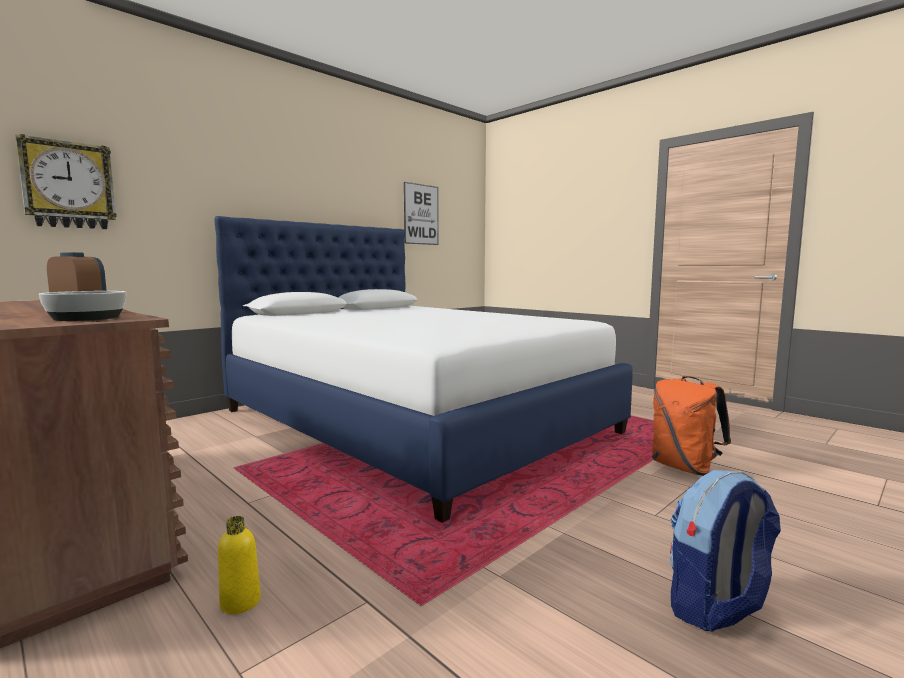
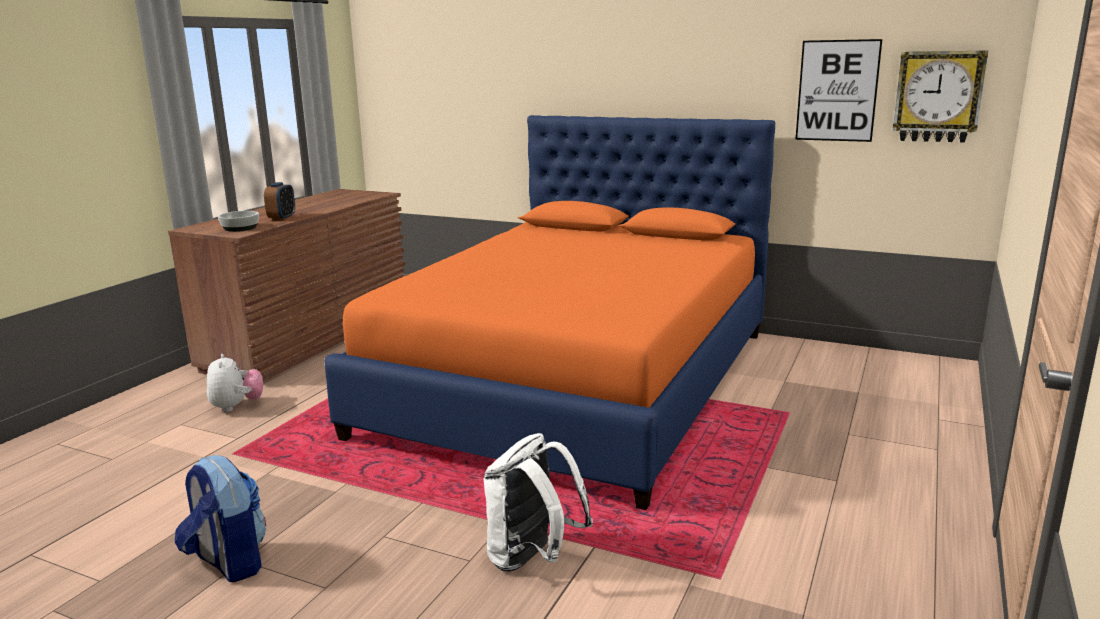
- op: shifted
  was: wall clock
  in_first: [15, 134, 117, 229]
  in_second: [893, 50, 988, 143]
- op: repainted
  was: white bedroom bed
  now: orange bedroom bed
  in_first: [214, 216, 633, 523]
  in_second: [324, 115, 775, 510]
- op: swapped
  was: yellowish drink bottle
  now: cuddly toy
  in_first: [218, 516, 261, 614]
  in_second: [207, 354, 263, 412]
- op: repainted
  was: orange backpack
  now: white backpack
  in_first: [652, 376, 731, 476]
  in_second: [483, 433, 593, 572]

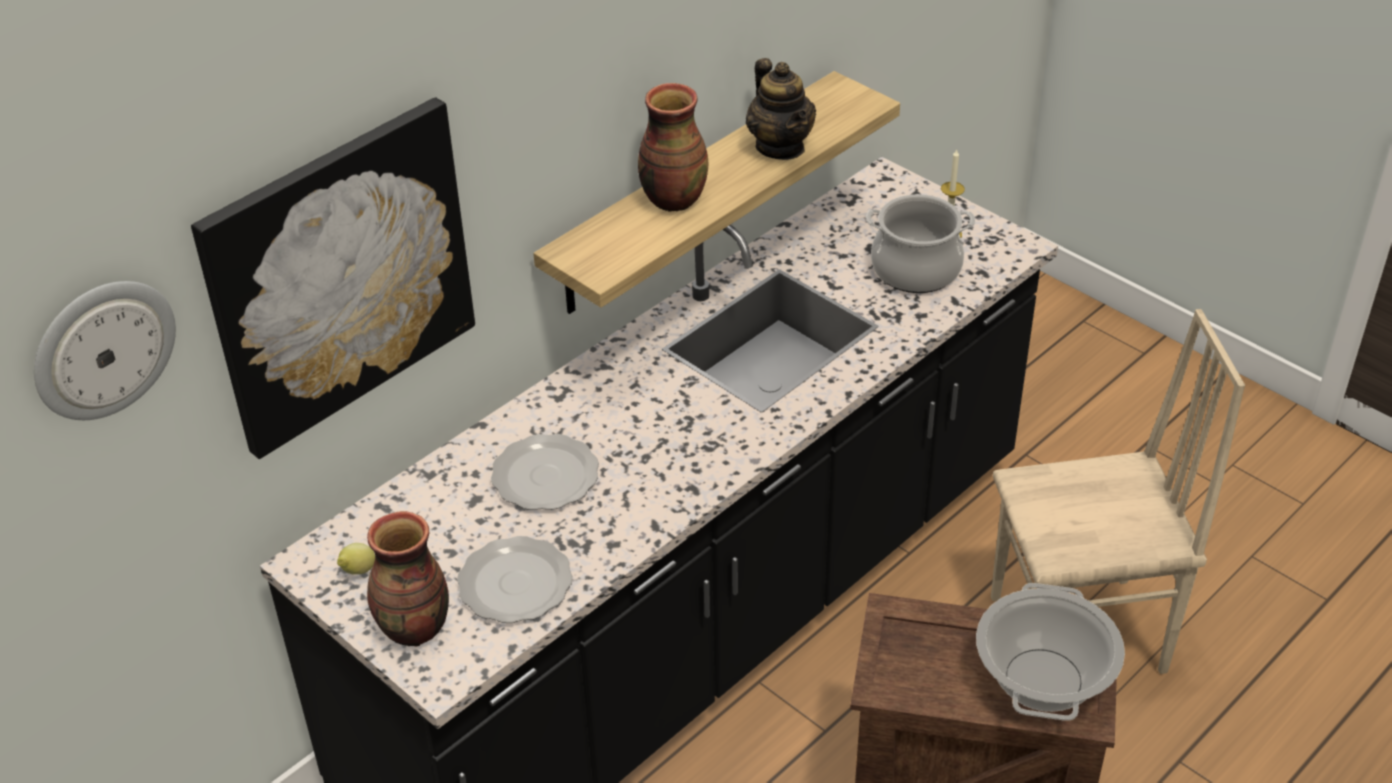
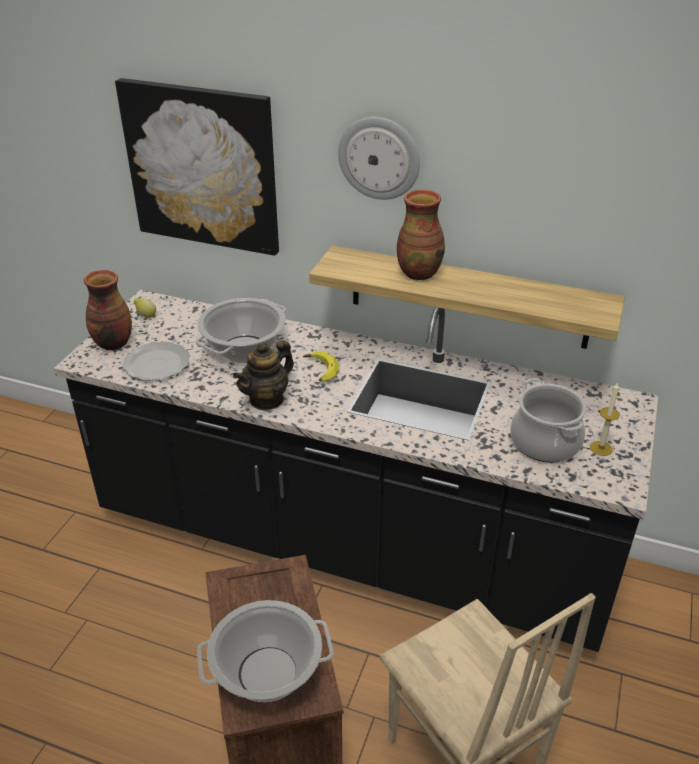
- op: shifted
  was: wall clock
  in_first: [34, 281, 176, 420]
  in_second: [338, 117, 420, 200]
- op: swapped
  was: flat dish
  now: cooking pot
  in_first: [491, 434, 599, 510]
  in_second: [195, 298, 286, 363]
- op: shifted
  was: tea pot
  in_first: [746, 58, 816, 160]
  in_second: [233, 340, 294, 411]
- op: new
  now: whole banana
  in_second: [303, 351, 339, 382]

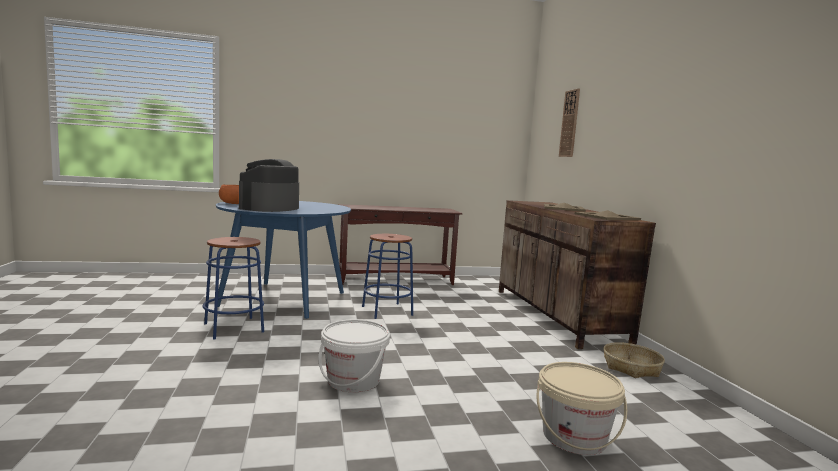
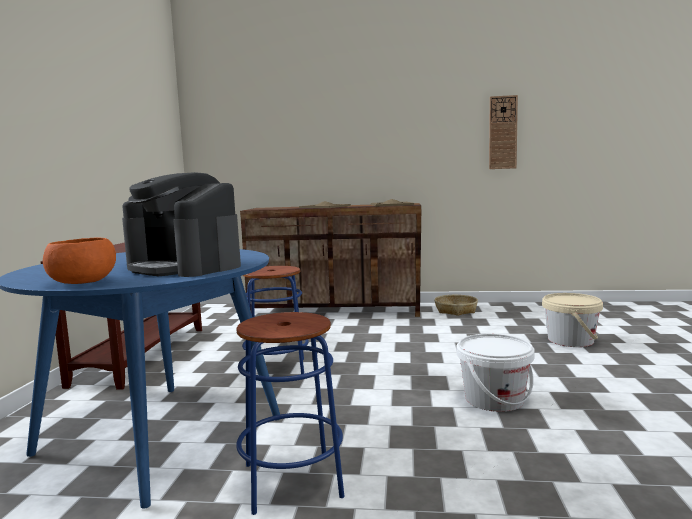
- op: shifted
  was: wall clock
  in_first: [559, 88, 580, 157]
  in_second: [489, 95, 518, 169]

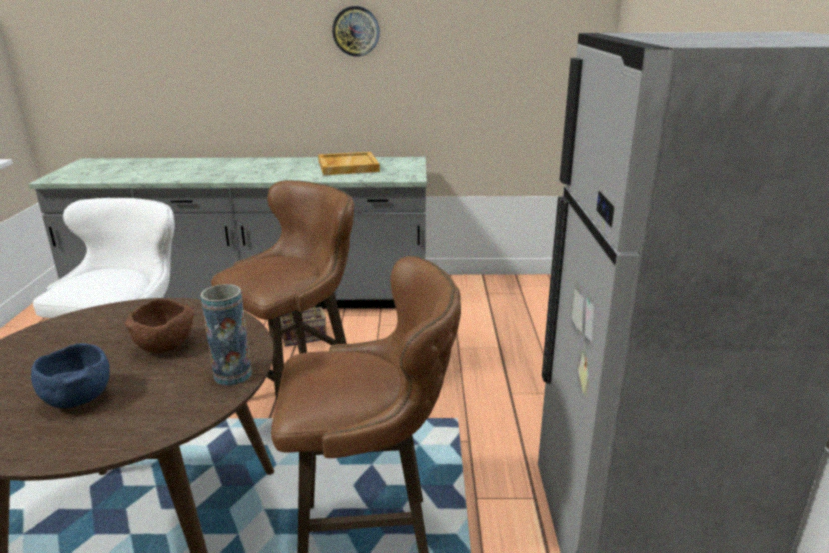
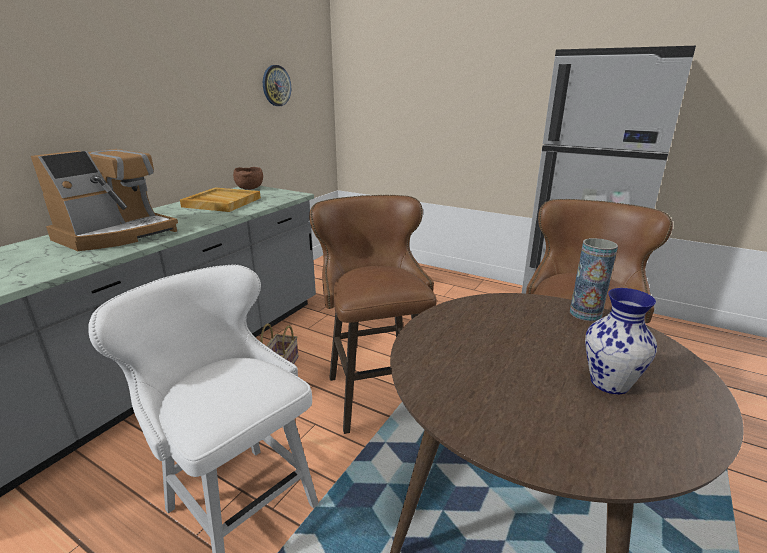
- op: swapped
  was: blue serving bowl
  now: vase
  in_first: [31, 343, 110, 408]
  in_second: [585, 288, 657, 394]
- op: shifted
  was: brownish serving bowl
  in_first: [125, 299, 194, 353]
  in_second: [233, 167, 263, 190]
- op: shifted
  was: wall clock
  in_first: [332, 6, 380, 57]
  in_second: [263, 65, 291, 106]
- op: new
  now: coffee maker
  in_second: [31, 149, 178, 251]

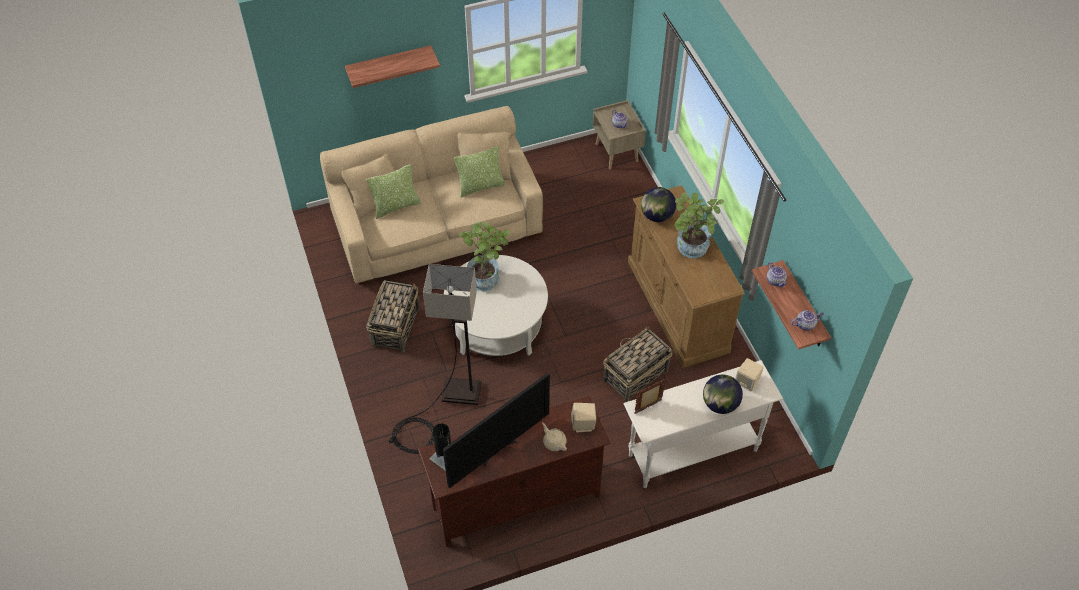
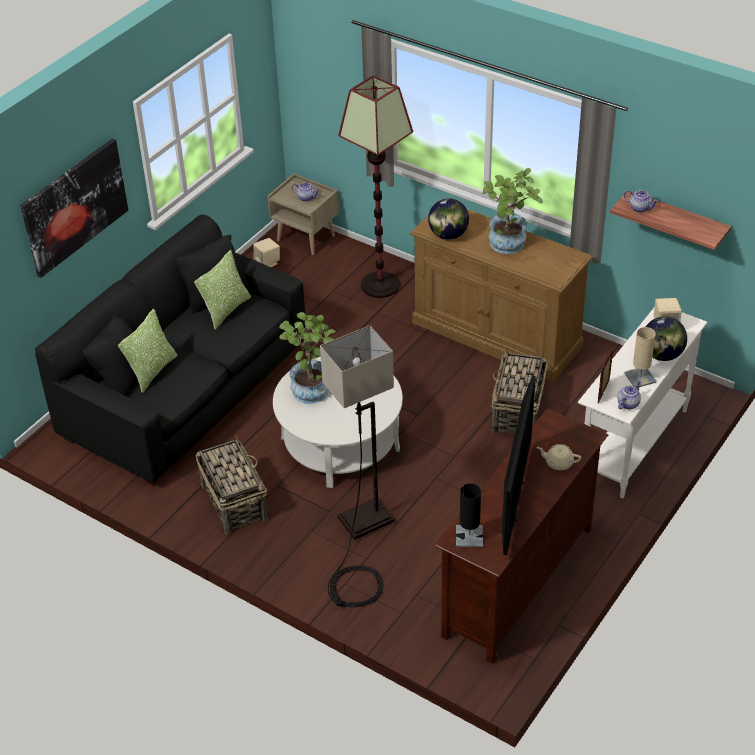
- op: repainted
  was: beige-coloured couch
  now: blackish couch
  in_first: [320, 106, 543, 285]
  in_second: [35, 215, 306, 486]
- op: swapped
  was: shelf
  now: wall picture
  in_first: [345, 45, 440, 88]
  in_second: [21, 139, 128, 278]
- op: shifted
  was: beige-coloured loudspeaker
  in_first: [571, 403, 596, 432]
  in_second: [254, 238, 280, 267]
- op: shifted
  was: tea pot
  in_first: [791, 310, 824, 331]
  in_second: [617, 382, 641, 410]
- op: new
  now: standing lamp
  in_second: [338, 75, 413, 298]
- op: new
  now: beige-coloured lamp for a table
  in_second: [624, 327, 657, 387]

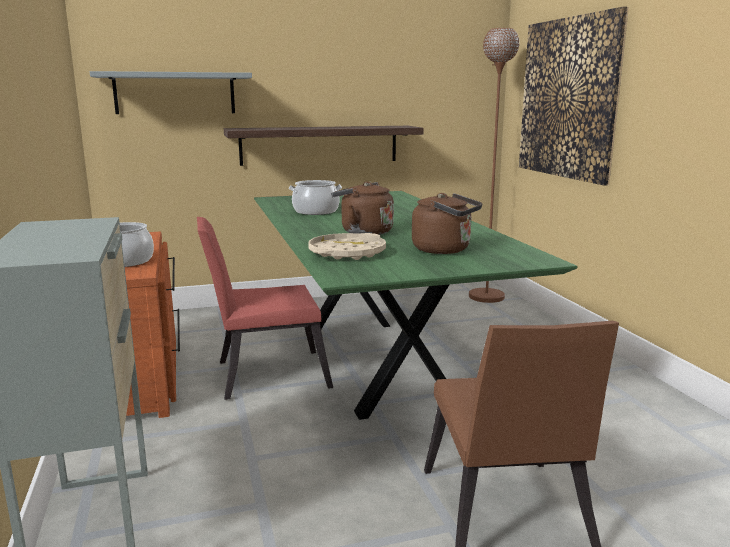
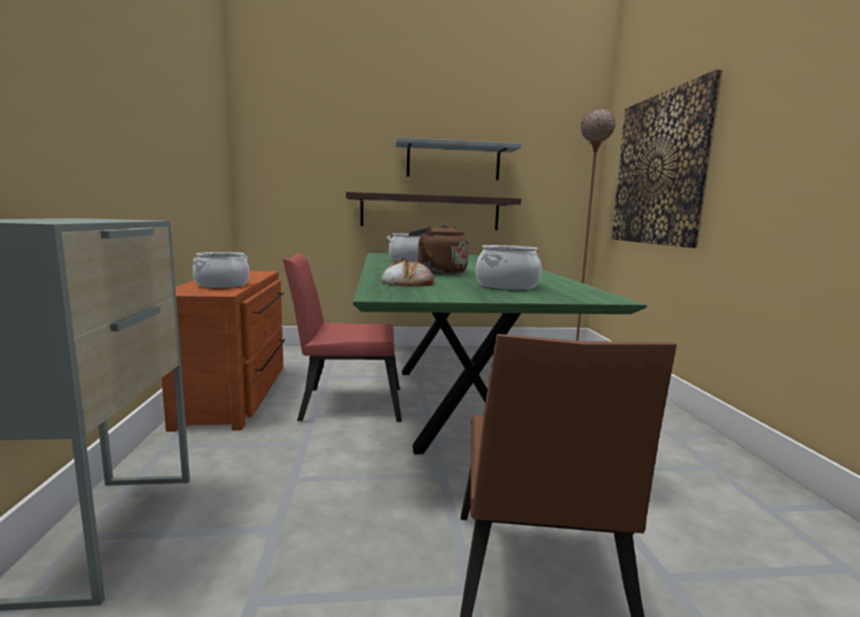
- op: shifted
  was: greyish shelf
  in_first: [90, 71, 252, 114]
  in_second: [395, 137, 522, 180]
- op: swapped
  was: beige-coloured carrying tray
  now: bread
  in_first: [308, 233, 386, 260]
  in_second: [381, 258, 434, 287]
- op: swapped
  was: brownish tea kettle
  now: cooking pot
  in_first: [412, 193, 482, 254]
  in_second: [476, 245, 541, 290]

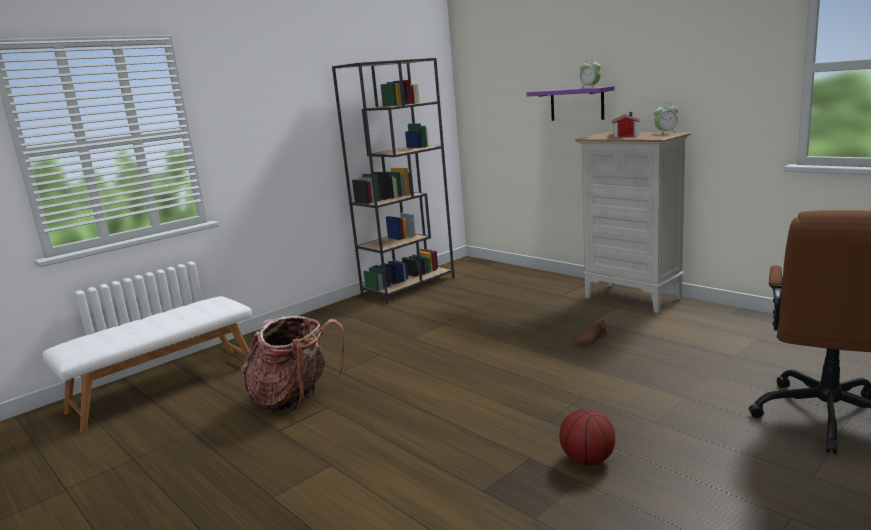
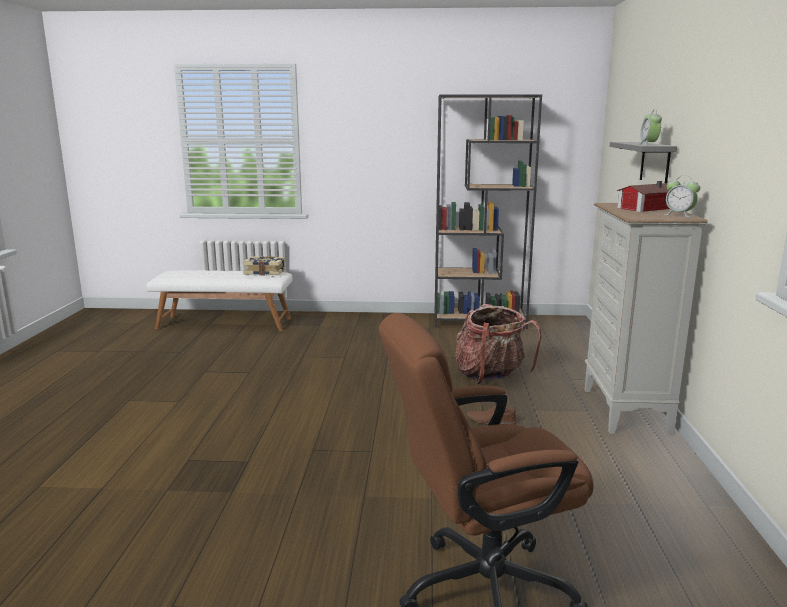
- op: shifted
  was: backpack
  in_first: [241, 316, 344, 414]
  in_second: [455, 304, 541, 384]
- op: repainted
  was: purplish shelf
  now: greyish shelf
  in_first: [526, 86, 615, 121]
  in_second: [610, 142, 677, 183]
- op: gone
  was: basketball ball
  in_first: [559, 409, 615, 465]
- op: new
  now: book
  in_second: [243, 256, 286, 275]

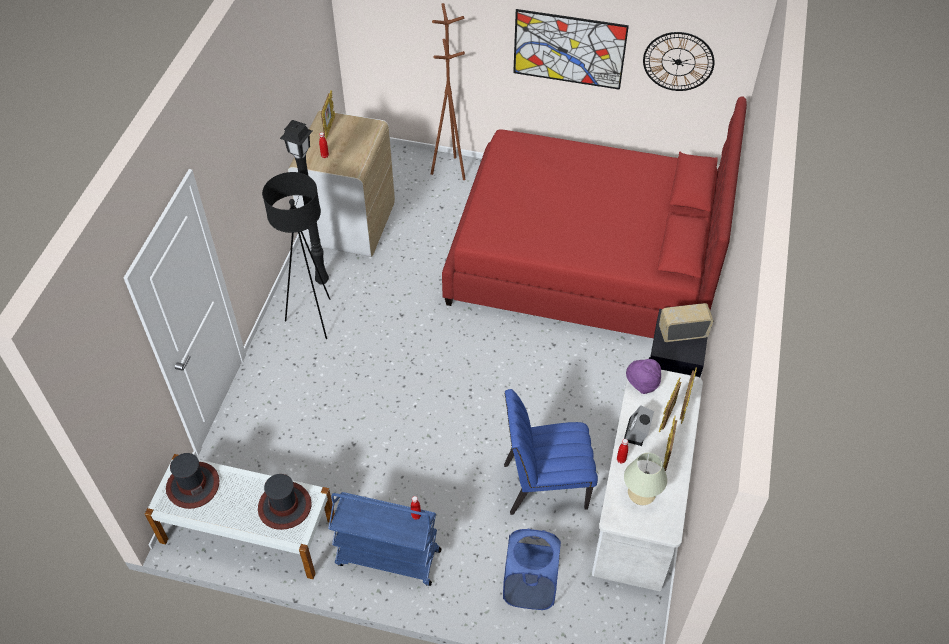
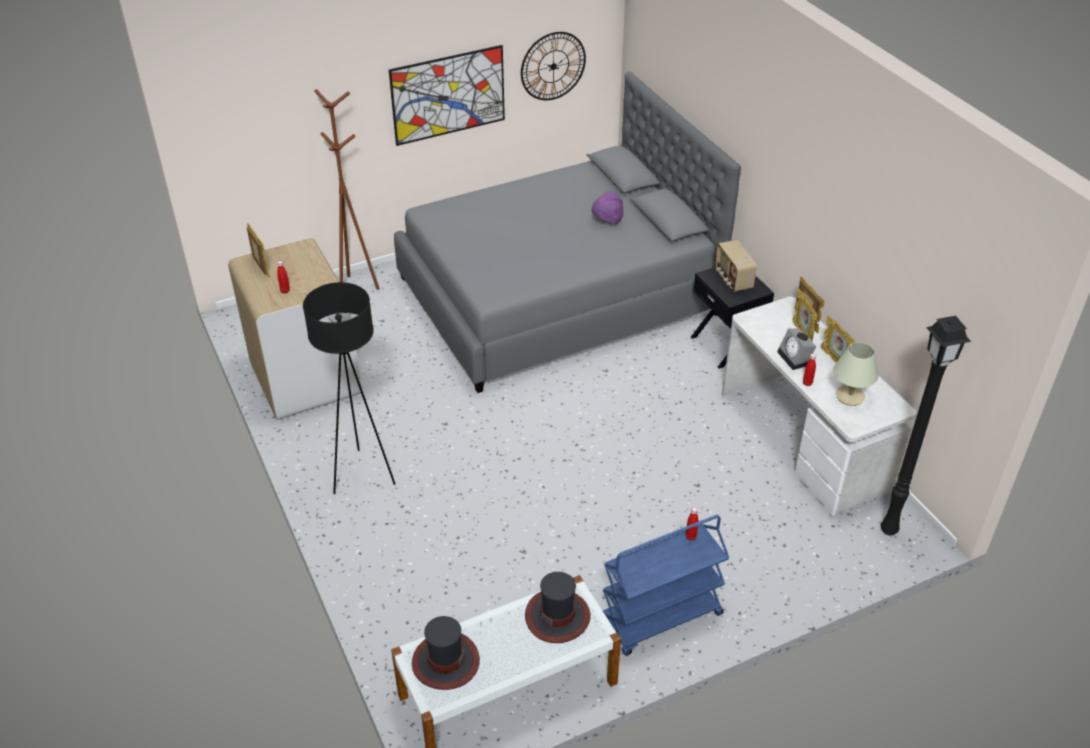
- op: shifted
  was: blackish standing lamp
  in_first: [280, 120, 329, 285]
  in_second: [881, 316, 971, 536]
- op: repainted
  was: reddish bedroom bed
  now: greyish bedroom bed
  in_first: [442, 96, 747, 338]
  in_second: [394, 71, 741, 393]
- op: gone
  was: blue hamper
  in_first: [503, 529, 561, 610]
- op: gone
  was: blue plain chair
  in_first: [504, 389, 598, 515]
- op: shifted
  was: purplish wearable hat
  in_first: [626, 359, 661, 394]
  in_second: [591, 191, 624, 224]
- op: rotated
  was: radio set
  in_first: [659, 303, 714, 342]
  in_second: [714, 240, 757, 292]
  clockwise: -60

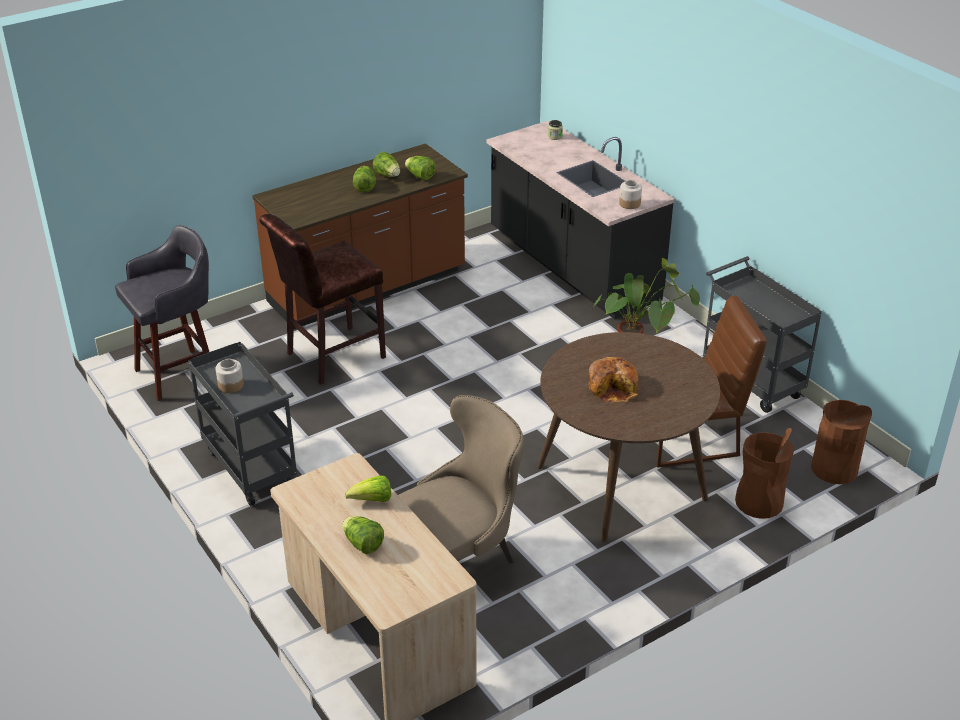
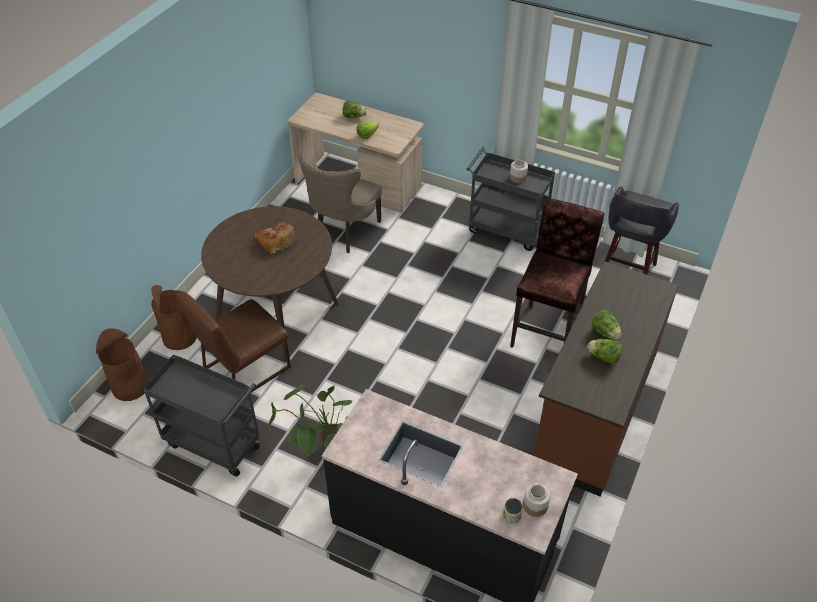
- op: gone
  was: lettuce head
  in_first: [405, 156, 435, 180]
- op: shifted
  was: storage jar
  in_first: [619, 180, 642, 209]
  in_second: [523, 483, 551, 517]

